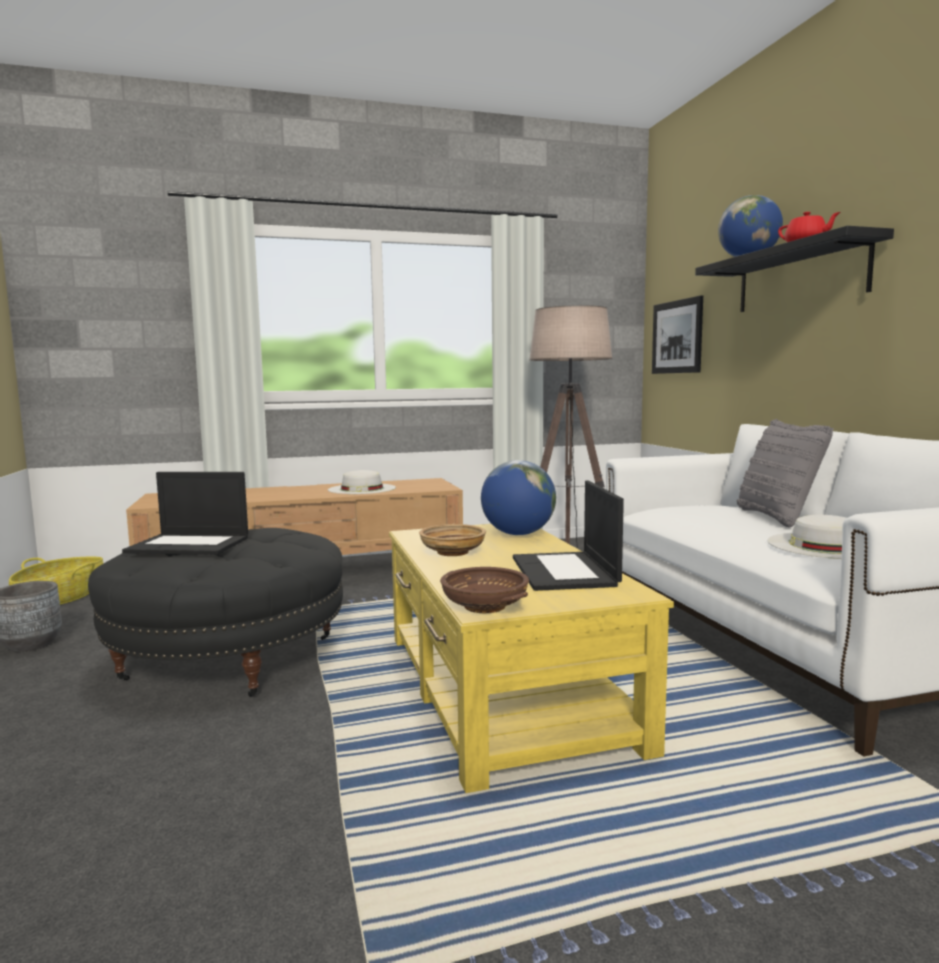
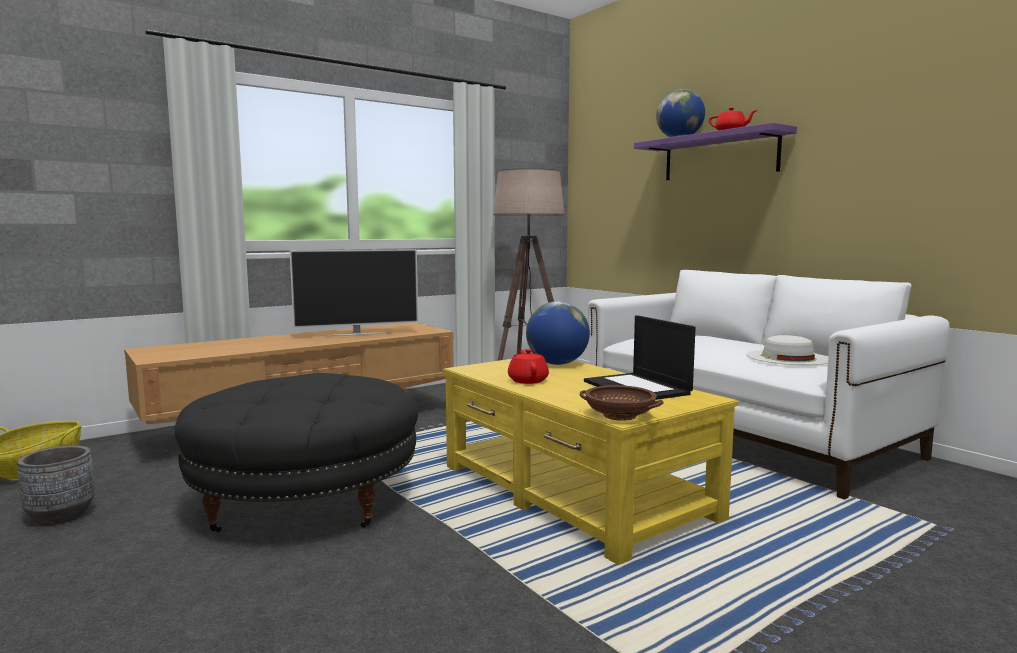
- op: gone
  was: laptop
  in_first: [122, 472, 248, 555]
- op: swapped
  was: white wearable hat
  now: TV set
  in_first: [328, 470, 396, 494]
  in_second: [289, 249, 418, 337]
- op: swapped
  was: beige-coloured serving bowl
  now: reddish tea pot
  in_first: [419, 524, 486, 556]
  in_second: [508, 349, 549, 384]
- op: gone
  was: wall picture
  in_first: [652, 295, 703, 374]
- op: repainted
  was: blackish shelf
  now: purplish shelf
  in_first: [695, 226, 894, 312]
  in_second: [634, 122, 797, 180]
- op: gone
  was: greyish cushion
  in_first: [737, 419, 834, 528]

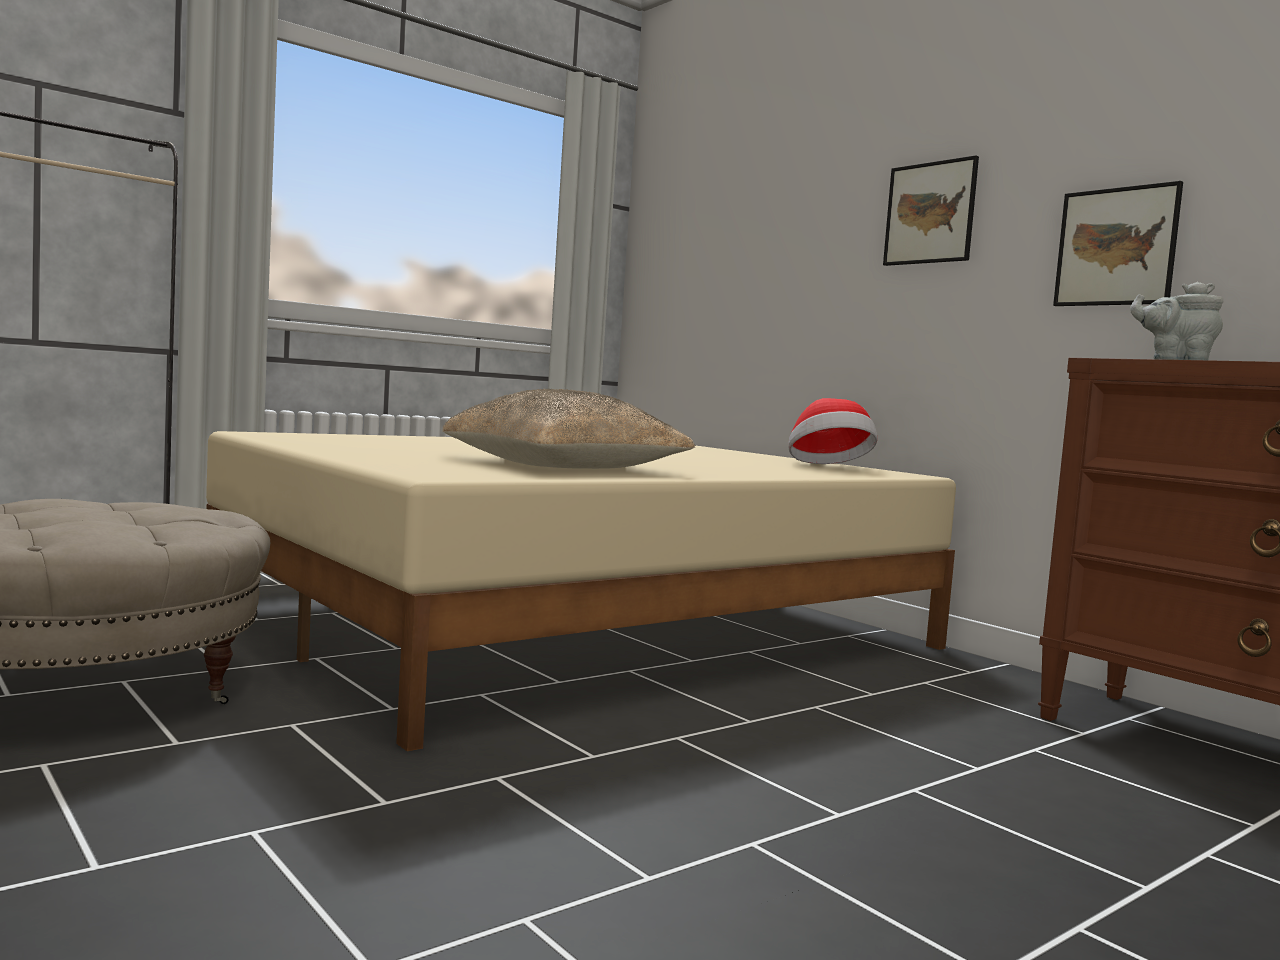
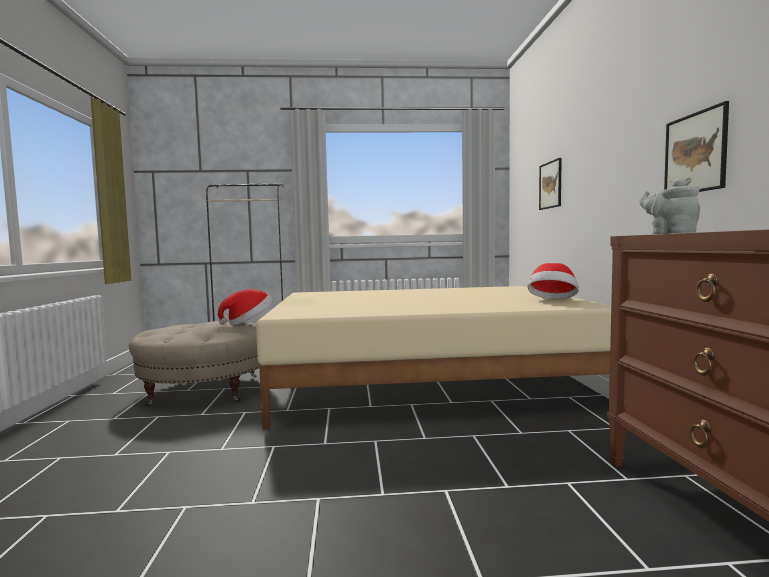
- op: gone
  was: beige-coloured cushion
  in_first: [442, 389, 695, 469]
- op: shifted
  was: wall picture
  in_first: [883, 155, 979, 266]
  in_second: [539, 158, 562, 210]
- op: new
  now: wearable hat
  in_second: [218, 289, 273, 325]

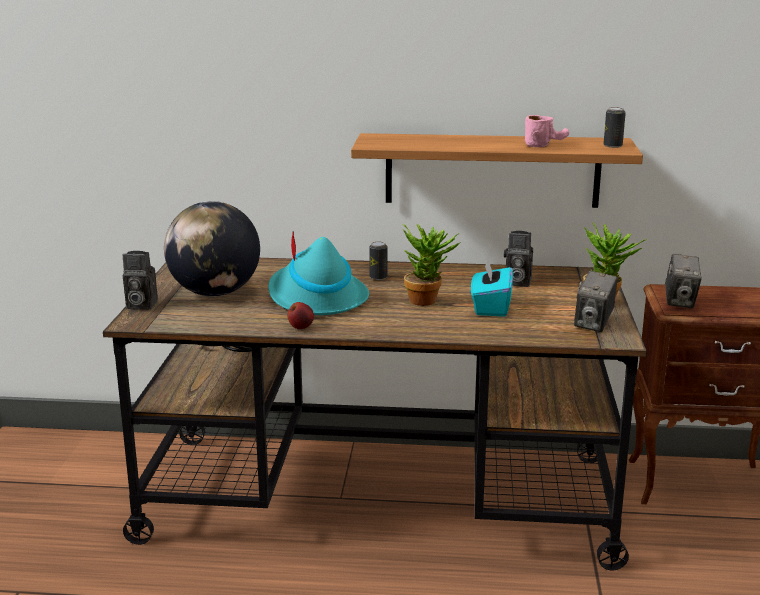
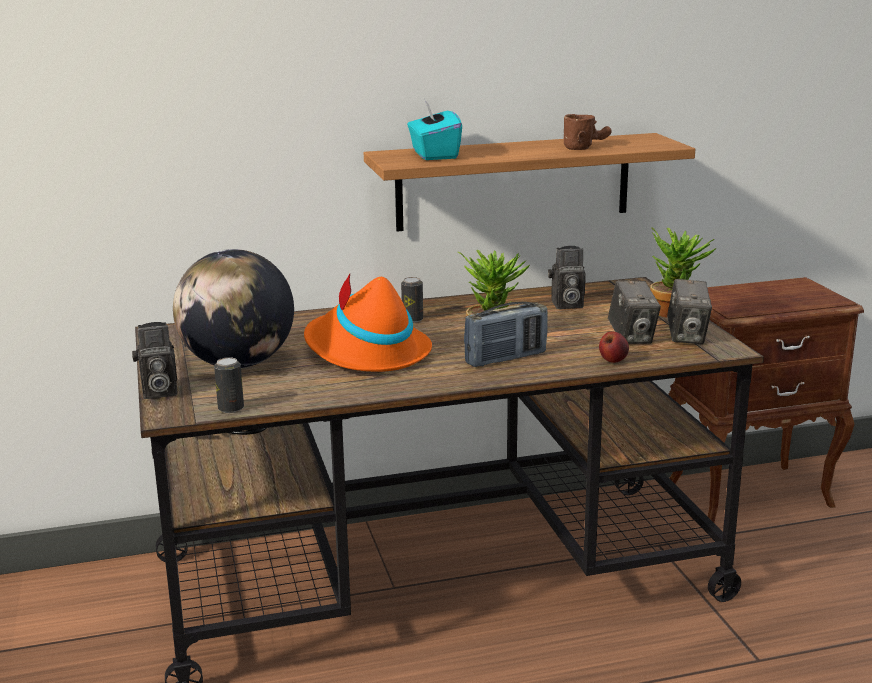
- op: repainted
  was: blue-green wearable hat
  now: orange wearable hat
  in_first: [268, 231, 369, 315]
  in_second: [304, 274, 432, 372]
- op: shifted
  was: apple fruit
  in_first: [287, 302, 314, 329]
  in_second: [599, 331, 629, 363]
- op: shifted
  was: blue-green tissue box
  in_first: [471, 259, 513, 317]
  in_second: [407, 101, 462, 160]
- op: repainted
  was: pink-coloured coffee mug
  now: brownish coffee mug
  in_first: [525, 115, 569, 147]
  in_second: [564, 114, 612, 150]
- op: shifted
  was: sealed can
  in_first: [603, 107, 626, 148]
  in_second: [214, 357, 244, 413]
- op: shifted
  was: photo camera
  in_first: [665, 254, 702, 308]
  in_second: [608, 280, 661, 344]
- op: new
  now: radio set
  in_second: [464, 302, 548, 367]

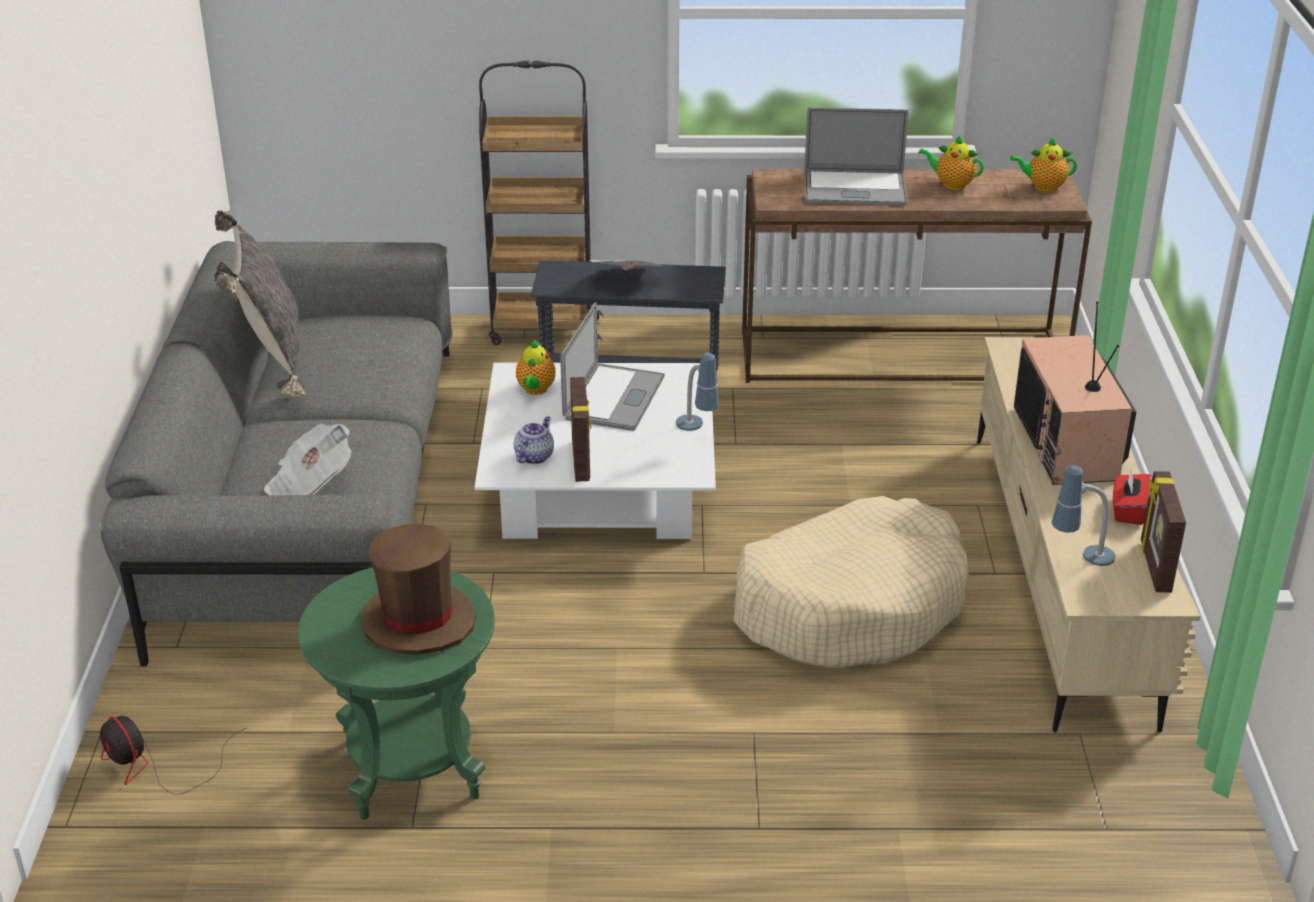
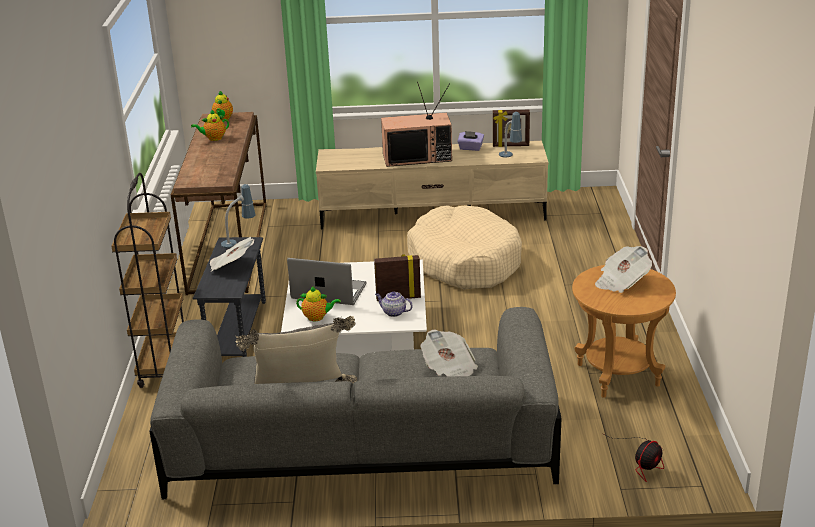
- op: repainted
  was: green-coloured end table
  now: brownish end table
  in_first: [298, 567, 495, 820]
  in_second: [572, 265, 676, 398]
- op: swapped
  was: brownish wearable hat
  now: daily paper
  in_first: [361, 524, 476, 655]
  in_second: [595, 246, 652, 293]
- op: shifted
  was: lamp for a table
  in_first: [676, 352, 719, 431]
  in_second: [221, 184, 255, 248]
- op: gone
  was: laptop
  in_first: [804, 107, 908, 205]
- op: rotated
  was: tea pot
  in_first: [918, 135, 984, 190]
  in_second: [191, 109, 229, 141]
  clockwise: 45
- op: repainted
  was: reddish tissue box
  now: purplish tissue box
  in_first: [1113, 470, 1152, 525]
  in_second: [457, 131, 484, 151]

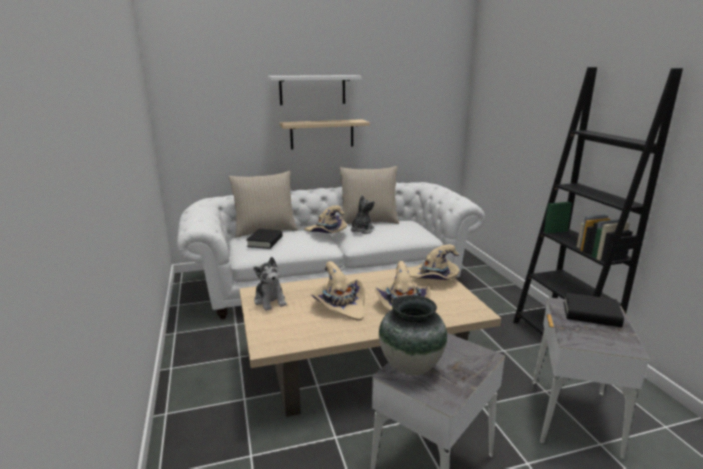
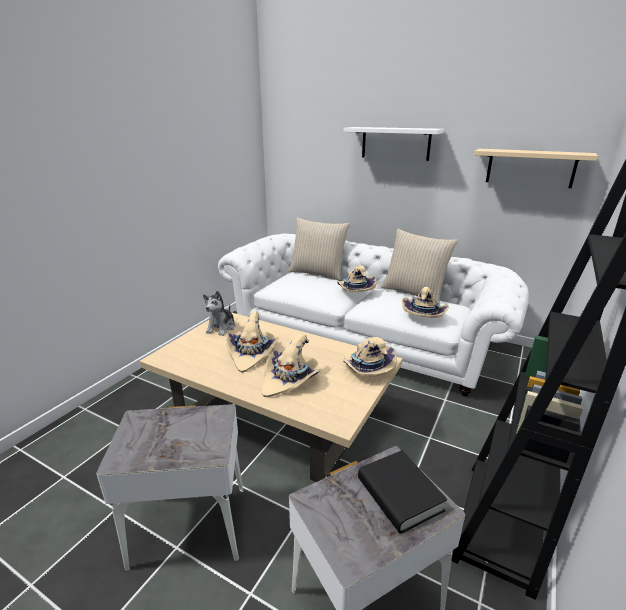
- op: gone
  was: blackish book
  in_first: [246, 229, 283, 249]
- op: shifted
  was: beige-coloured shelf
  in_first: [280, 119, 370, 149]
  in_second: [474, 149, 598, 188]
- op: gone
  was: cuddly toy
  in_first: [351, 195, 375, 234]
- op: gone
  was: vase
  in_first: [379, 295, 447, 375]
- op: new
  now: beige-coloured wearable hat
  in_second: [401, 287, 449, 318]

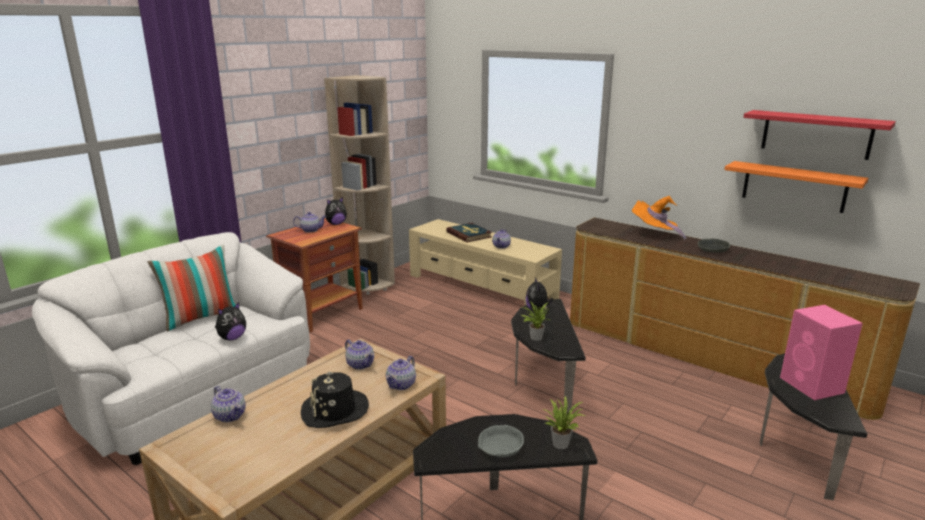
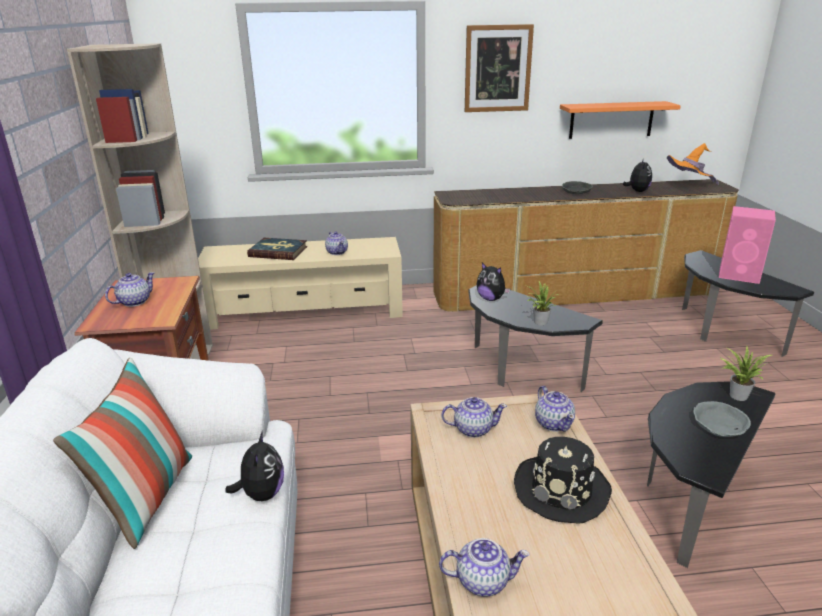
- op: shifted
  was: cuddly toy
  in_first: [325, 197, 347, 225]
  in_second: [623, 158, 652, 192]
- op: shifted
  was: orange wearable hat
  in_first: [632, 196, 687, 239]
  in_second: [667, 143, 719, 185]
- op: gone
  was: reddish shelf
  in_first: [743, 110, 896, 160]
- op: new
  now: wall picture
  in_second: [465, 24, 534, 112]

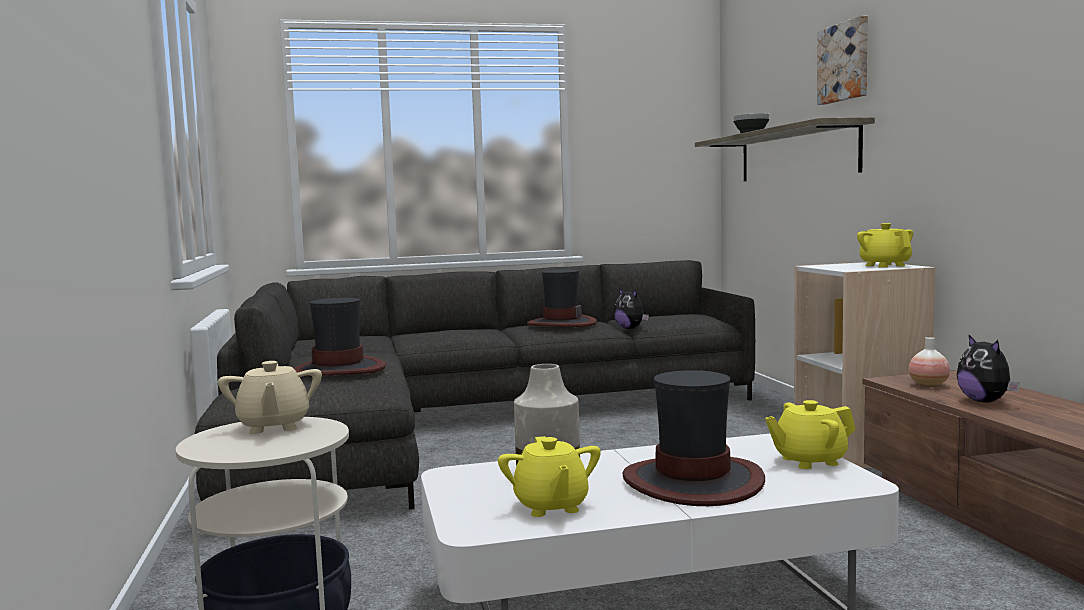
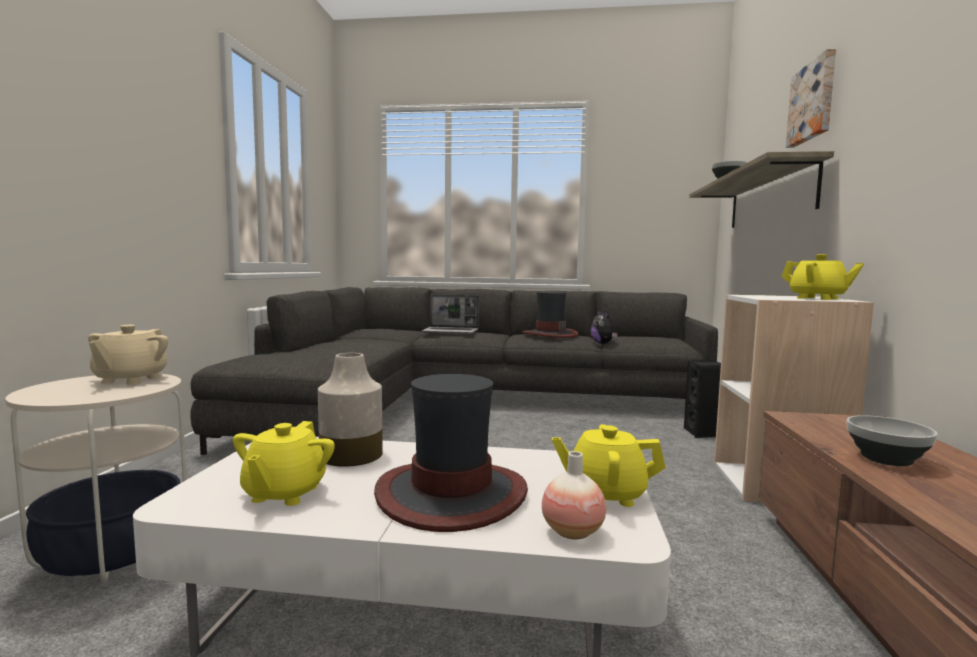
- op: gone
  was: wearable hat
  in_first: [294, 298, 386, 376]
- op: rotated
  was: yellowish tea pot
  in_first: [857, 223, 913, 267]
  in_second: [781, 254, 864, 300]
  clockwise: 135
- op: shifted
  was: vase
  in_first: [909, 337, 950, 387]
  in_second: [542, 451, 606, 539]
- op: swapped
  was: cuddly toy
  now: serving bowl
  in_first: [957, 334, 1020, 403]
  in_second: [847, 415, 938, 466]
- op: new
  now: laptop
  in_second: [422, 294, 479, 334]
- op: new
  now: blackish loudspeaker
  in_second: [684, 360, 721, 438]

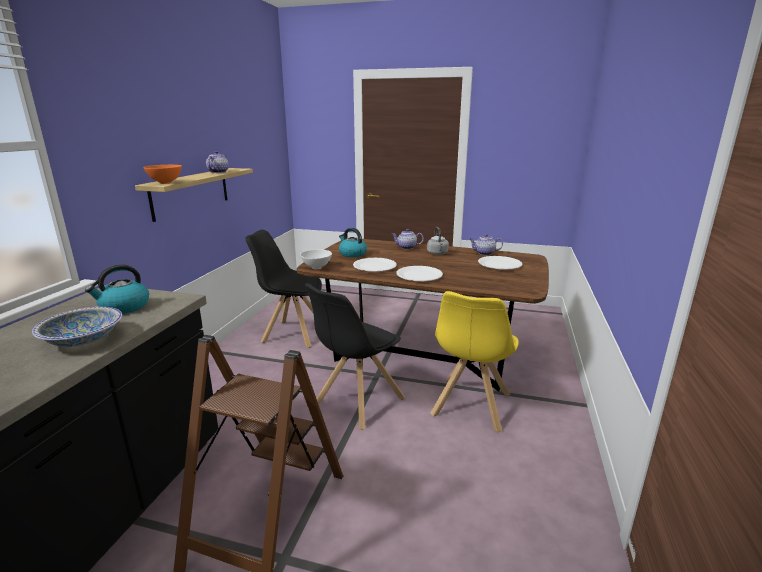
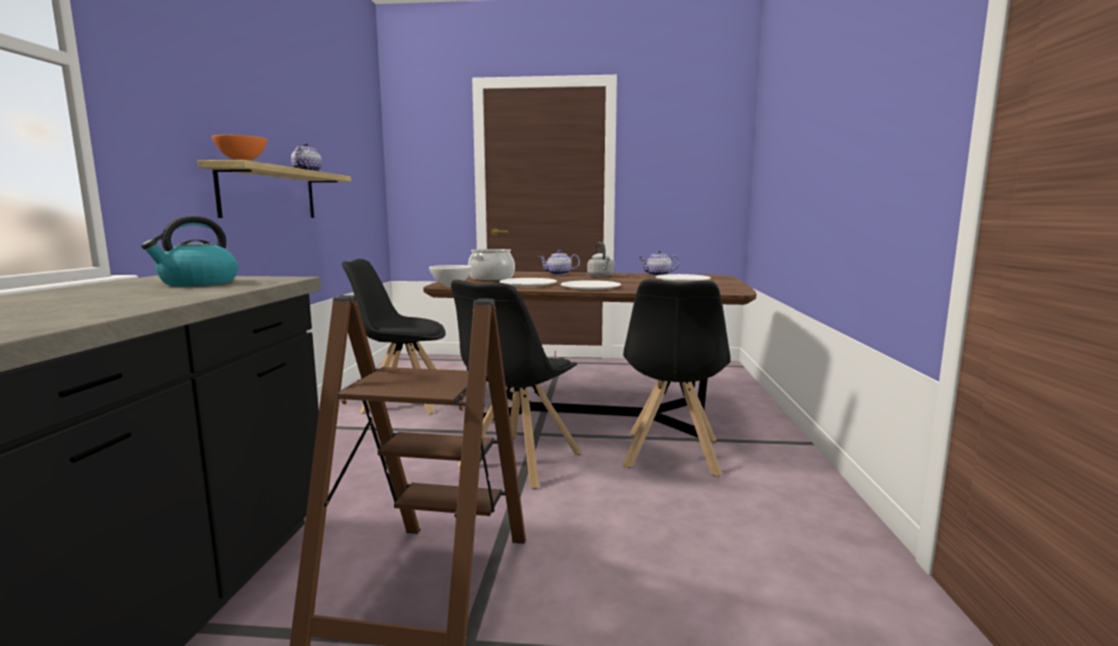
- op: gone
  was: serving bowl
  in_first: [32, 307, 122, 347]
- op: swapped
  was: tea kettle
  now: cooking pot
  in_first: [339, 228, 367, 257]
  in_second: [468, 249, 515, 281]
- op: repainted
  was: yellowish plain chair
  now: blackish plain chair
  in_first: [430, 291, 519, 433]
  in_second: [622, 279, 731, 477]

